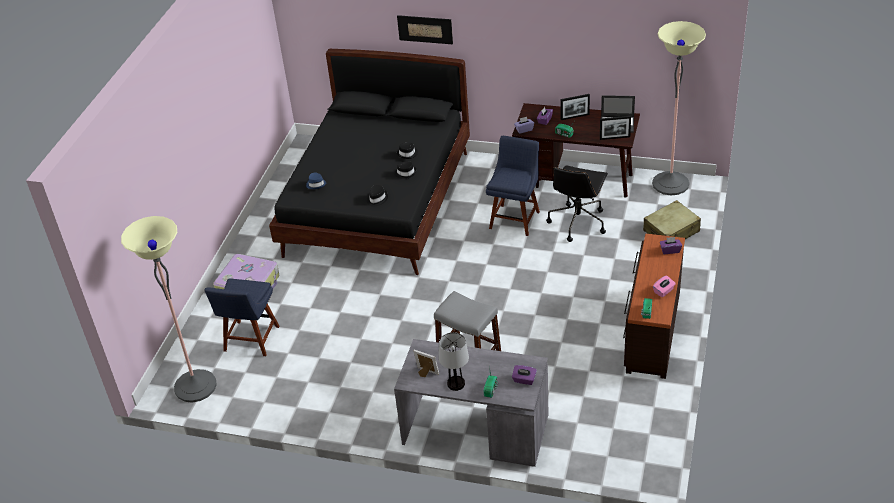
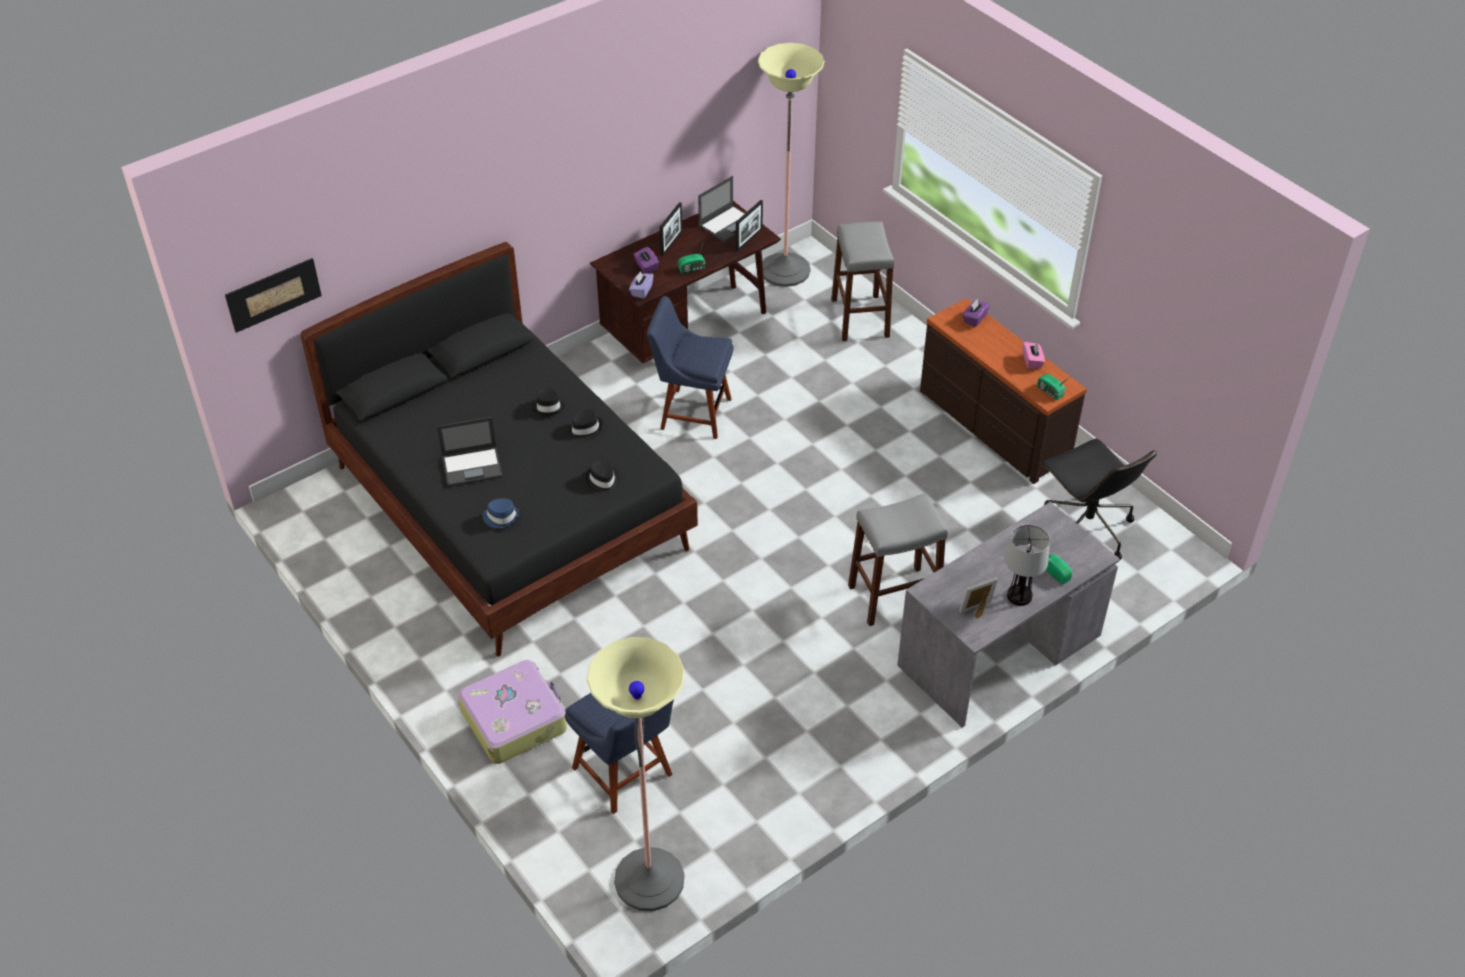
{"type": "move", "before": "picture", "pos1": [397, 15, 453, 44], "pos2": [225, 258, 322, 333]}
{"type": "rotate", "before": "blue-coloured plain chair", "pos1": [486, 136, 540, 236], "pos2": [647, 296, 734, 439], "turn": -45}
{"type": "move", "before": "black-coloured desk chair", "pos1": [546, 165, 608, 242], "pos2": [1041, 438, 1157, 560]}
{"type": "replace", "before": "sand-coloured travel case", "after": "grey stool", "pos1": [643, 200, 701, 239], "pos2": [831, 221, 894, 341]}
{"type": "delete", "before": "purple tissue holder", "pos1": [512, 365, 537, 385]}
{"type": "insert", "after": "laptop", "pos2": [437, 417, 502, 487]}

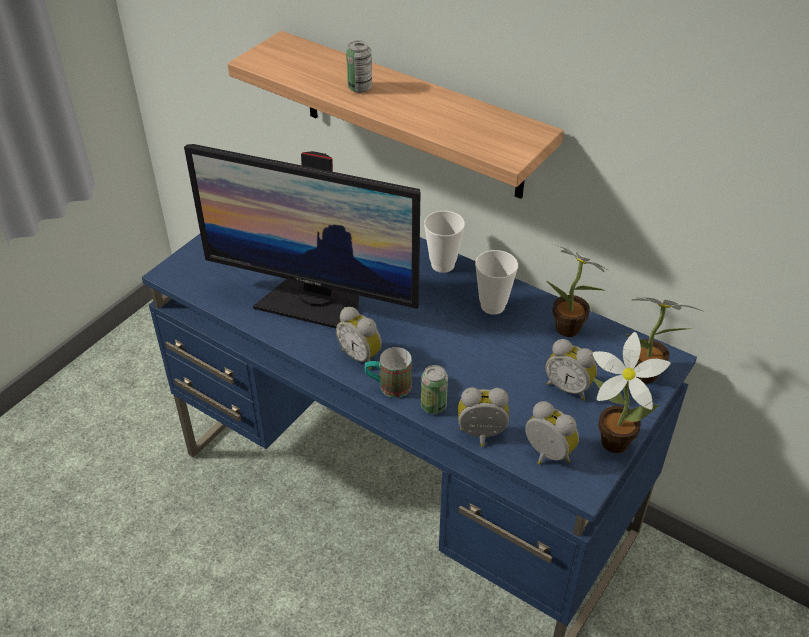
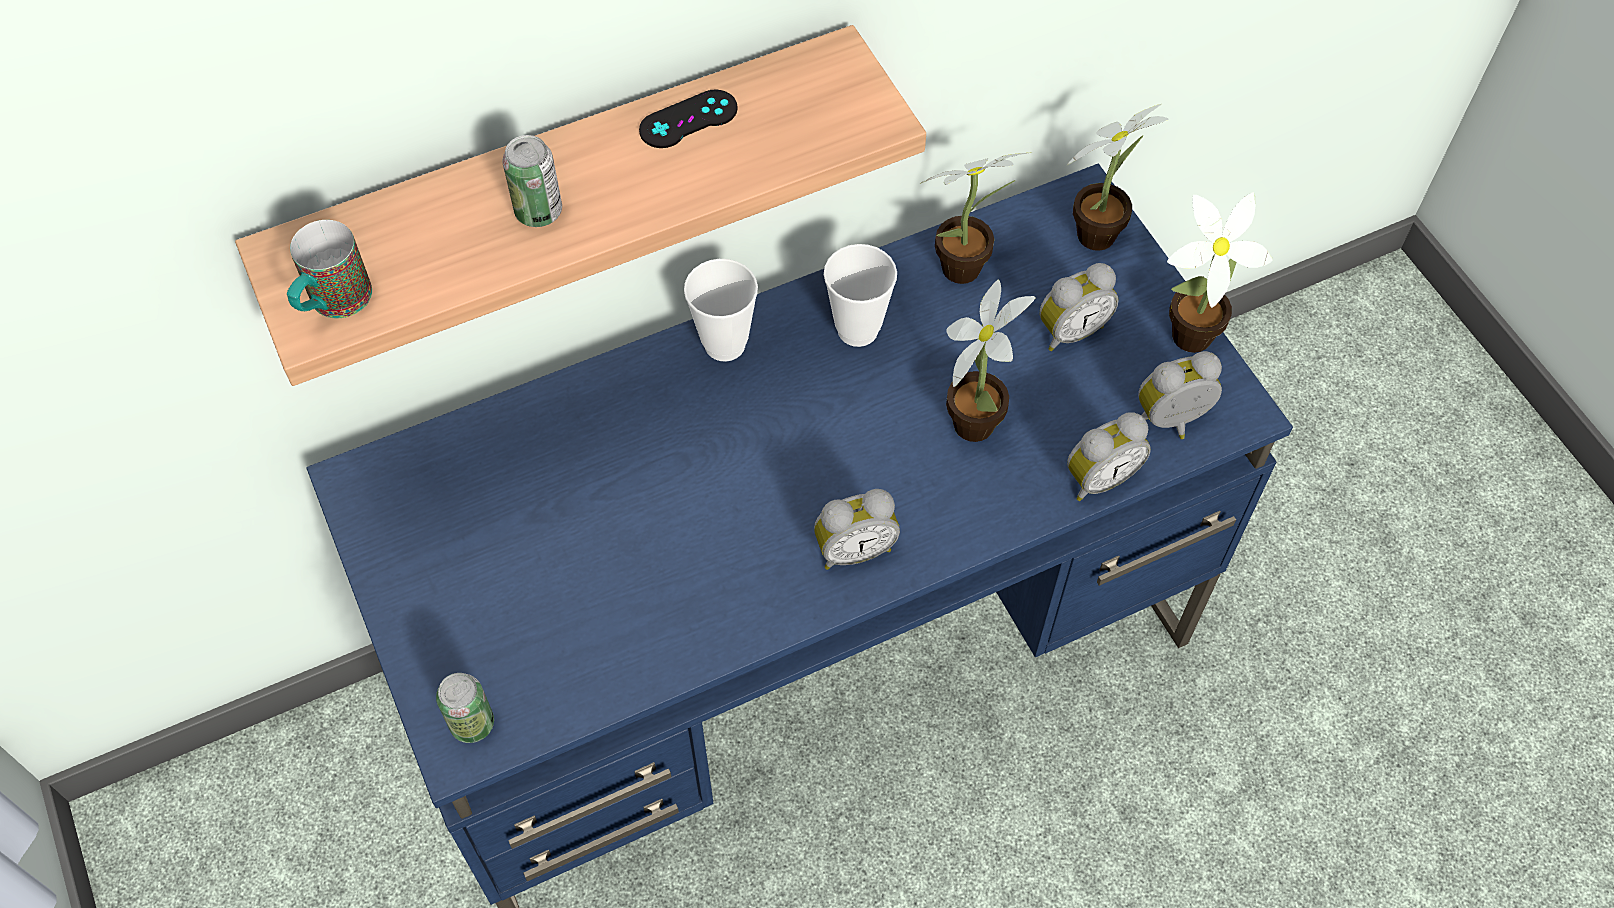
{"type": "delete", "before": "computer screen", "pos1": [184, 144, 420, 328]}
{"type": "move", "before": "tea mug", "pos1": [365, 347, 412, 398], "pos2": [287, 220, 372, 318]}
{"type": "move", "before": "sealed can", "pos1": [421, 365, 448, 414], "pos2": [436, 673, 494, 743]}
{"type": "rotate", "before": "table clock", "pos1": [458, 387, 509, 447], "pos2": [1067, 412, 1151, 501], "turn": -150}
{"type": "insert", "after": "black-coloured gamepad", "pos2": [639, 90, 738, 148]}
{"type": "insert", "after": "potted plant", "pos2": [946, 280, 1036, 442]}

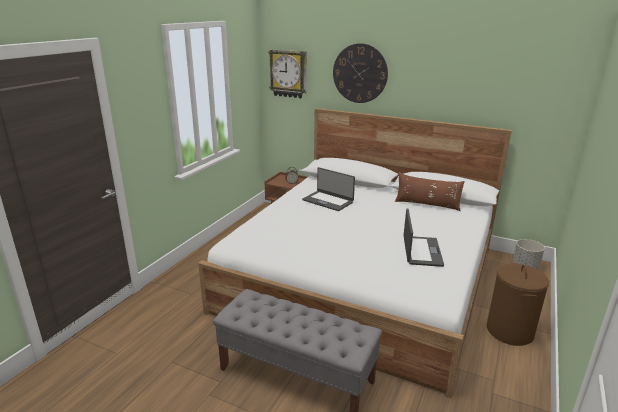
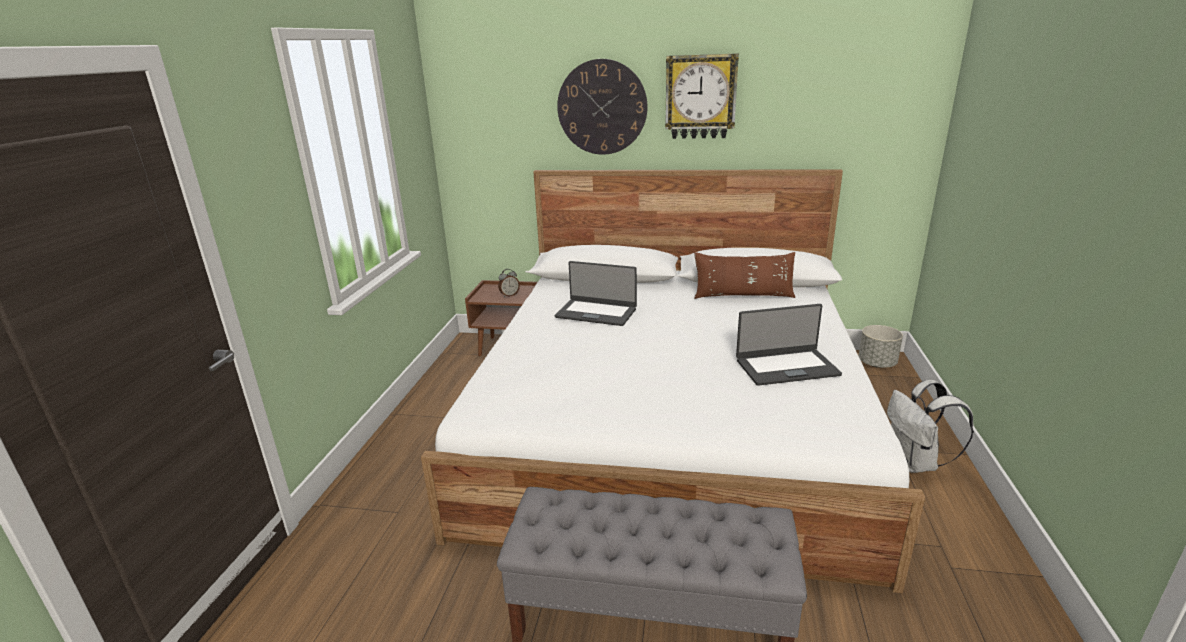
{"type": "move", "before": "hanging clock", "pos1": [269, 49, 306, 98], "pos2": [665, 54, 739, 139]}
{"type": "rotate", "before": "laptop", "pos1": [403, 209, 444, 267], "pos2": [736, 304, 842, 386], "turn": 90}
{"type": "replace", "before": "brown-coloured laundry basket", "after": "white backpack", "pos1": [487, 263, 549, 346], "pos2": [887, 380, 974, 473]}

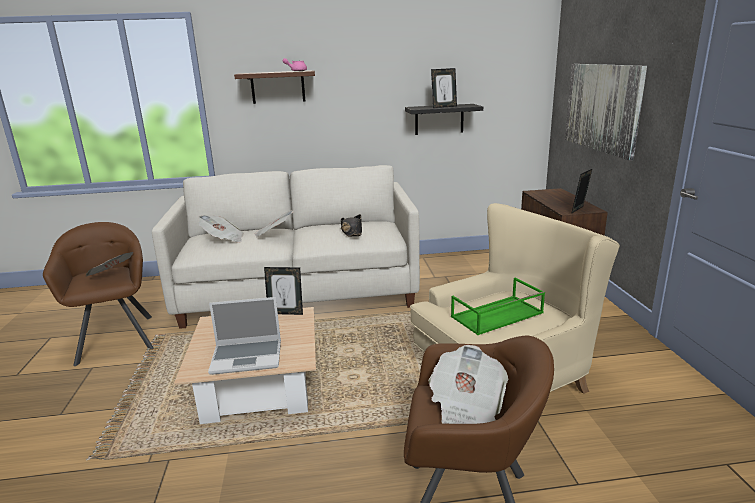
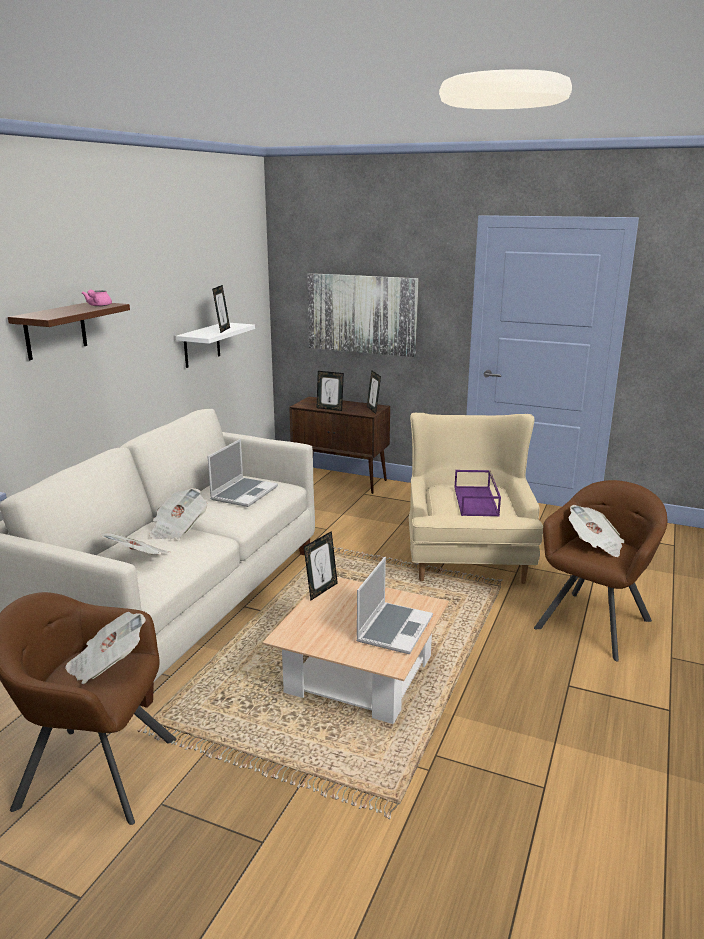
{"type": "recolor", "before": "black-coloured shelf", "after": "white shelf", "pos1": [405, 104, 483, 135], "pos2": [176, 323, 255, 368]}
{"type": "replace", "before": "black-coloured wearable hat", "after": "laptop", "pos1": [341, 214, 362, 237], "pos2": [208, 439, 278, 507]}
{"type": "recolor", "before": "greenish carrying tray", "after": "purple carrying tray", "pos1": [451, 278, 545, 335], "pos2": [454, 470, 501, 517]}
{"type": "insert", "after": "photo frame", "pos2": [317, 371, 344, 411]}

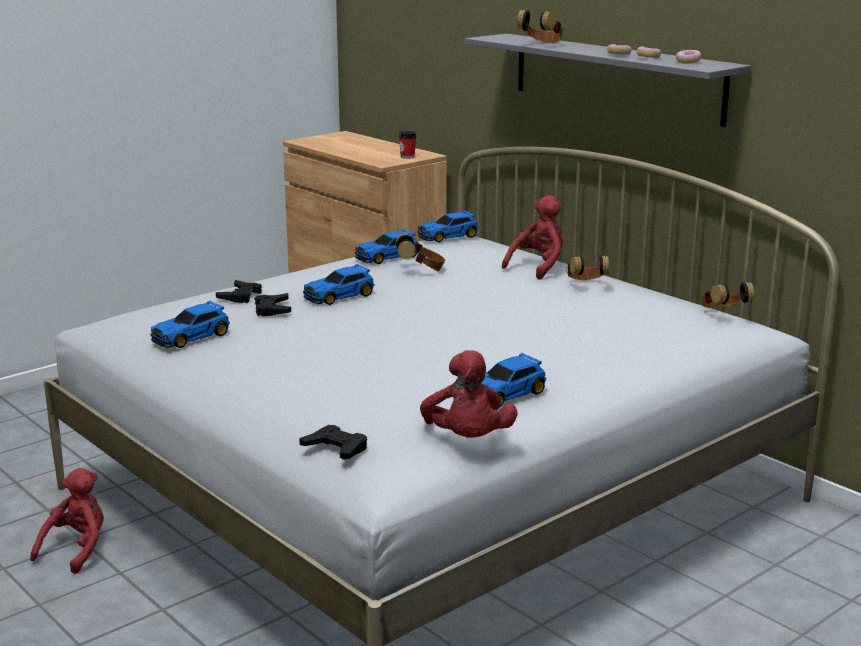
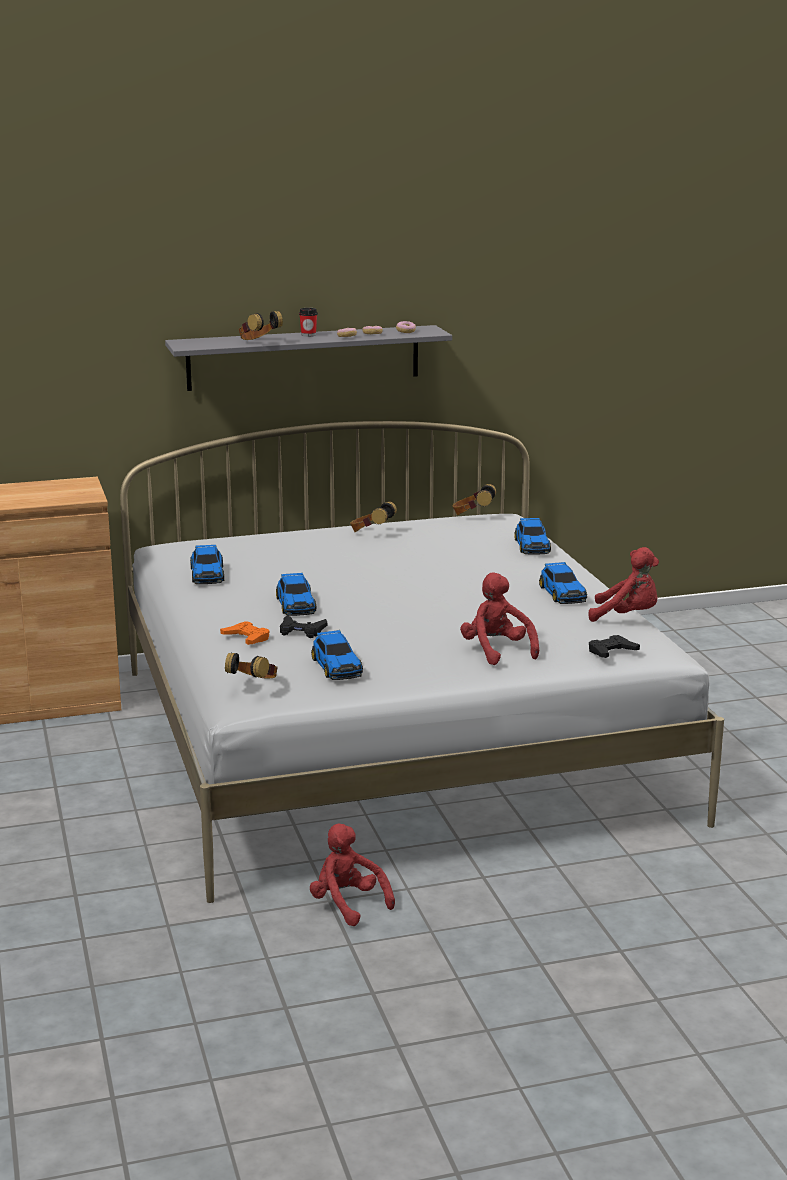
{"type": "move", "before": "cup", "pos1": [399, 131, 417, 159], "pos2": [299, 308, 318, 337]}
{"type": "move", "before": "reddish soft toy", "pos1": [502, 195, 563, 280], "pos2": [460, 573, 539, 665]}
{"type": "move", "before": "toy car", "pos1": [417, 210, 479, 243], "pos2": [514, 518, 551, 555]}
{"type": "move", "before": "headphones", "pos1": [396, 234, 445, 271], "pos2": [225, 653, 278, 678]}
{"type": "recolor", "before": "black-coloured gamepad", "after": "orange gamepad", "pos1": [216, 280, 262, 303], "pos2": [220, 621, 269, 645]}

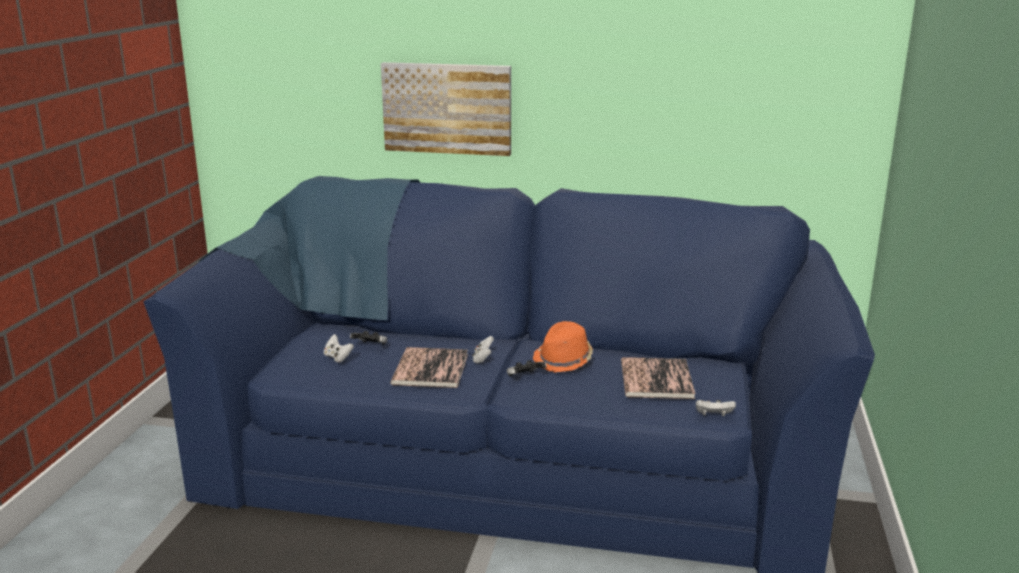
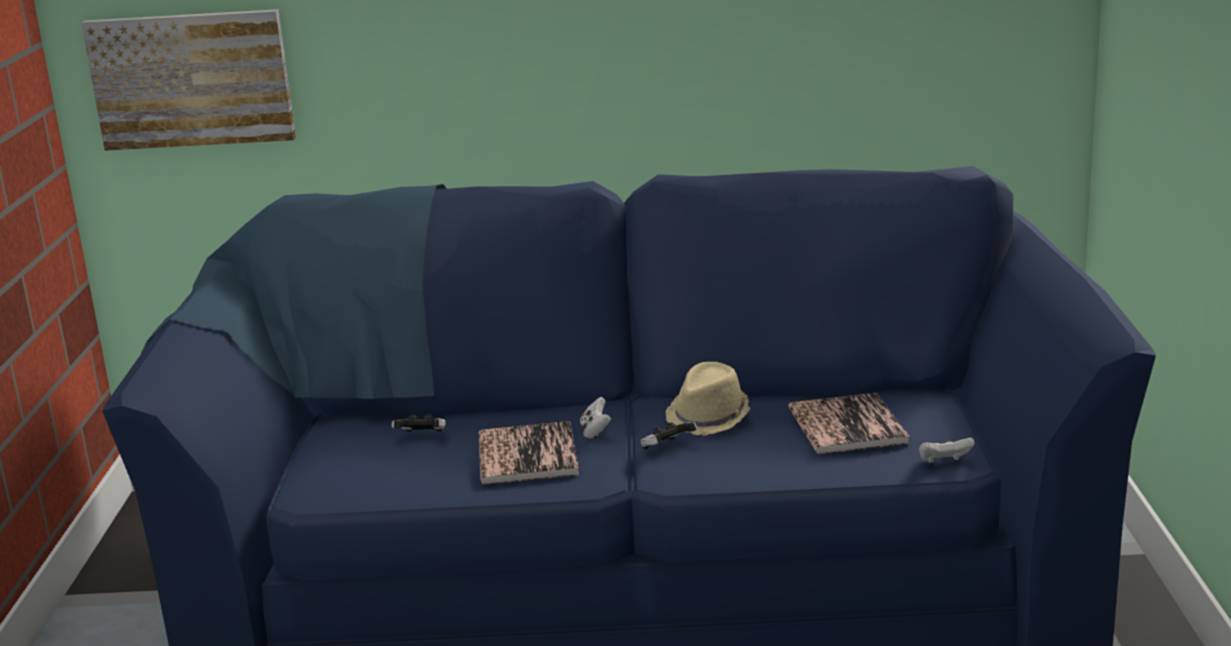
{"type": "move", "before": "picture", "pos1": [381, 62, 511, 156], "pos2": [81, 9, 296, 151]}
{"type": "recolor", "before": "orange wearable hat", "after": "sand-coloured wearable hat", "pos1": [533, 321, 593, 373], "pos2": [666, 362, 750, 436]}
{"type": "delete", "before": "white gamepad", "pos1": [324, 334, 354, 363]}

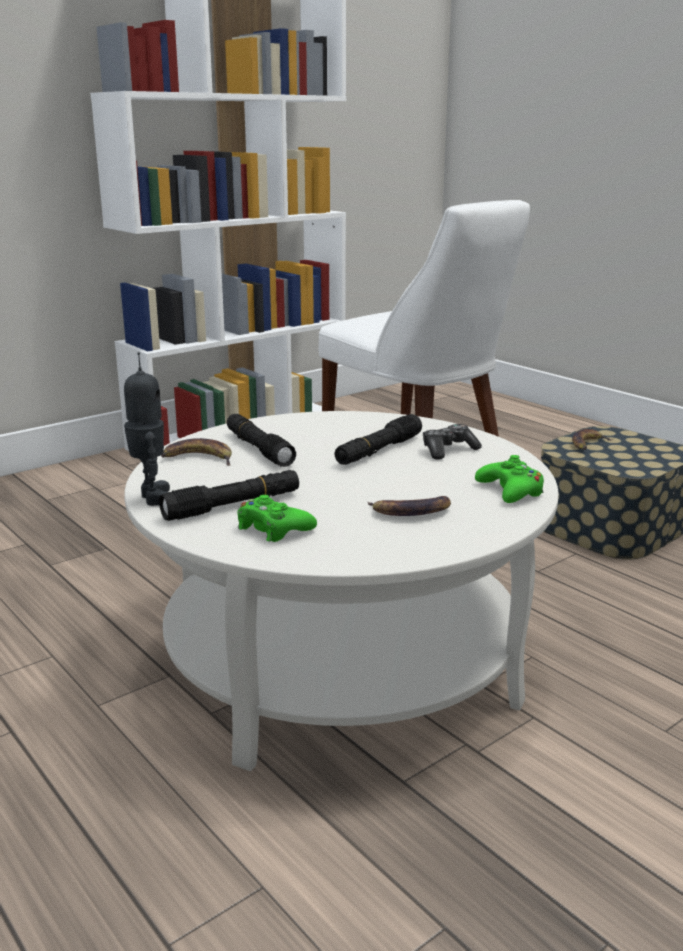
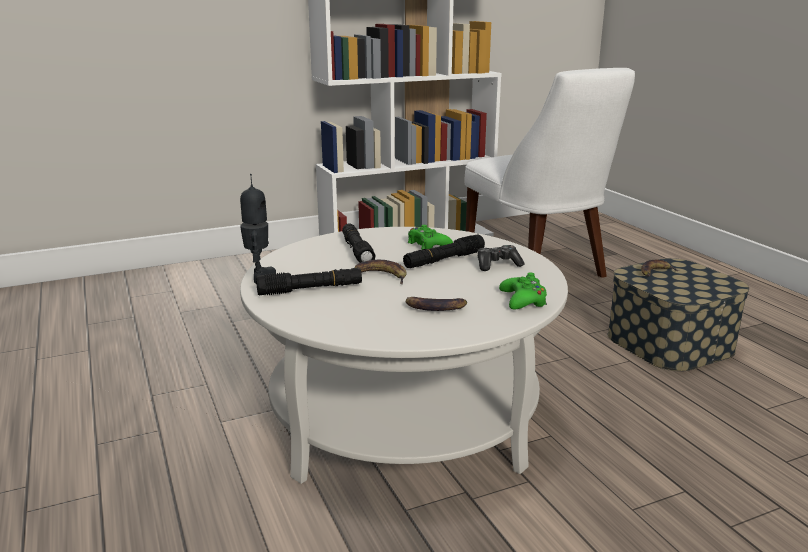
{"type": "move", "before": "whole banana", "pos1": [161, 438, 232, 466], "pos2": [354, 260, 407, 284]}
{"type": "move", "before": "greenish gamepad", "pos1": [237, 495, 317, 542], "pos2": [408, 225, 453, 250]}

